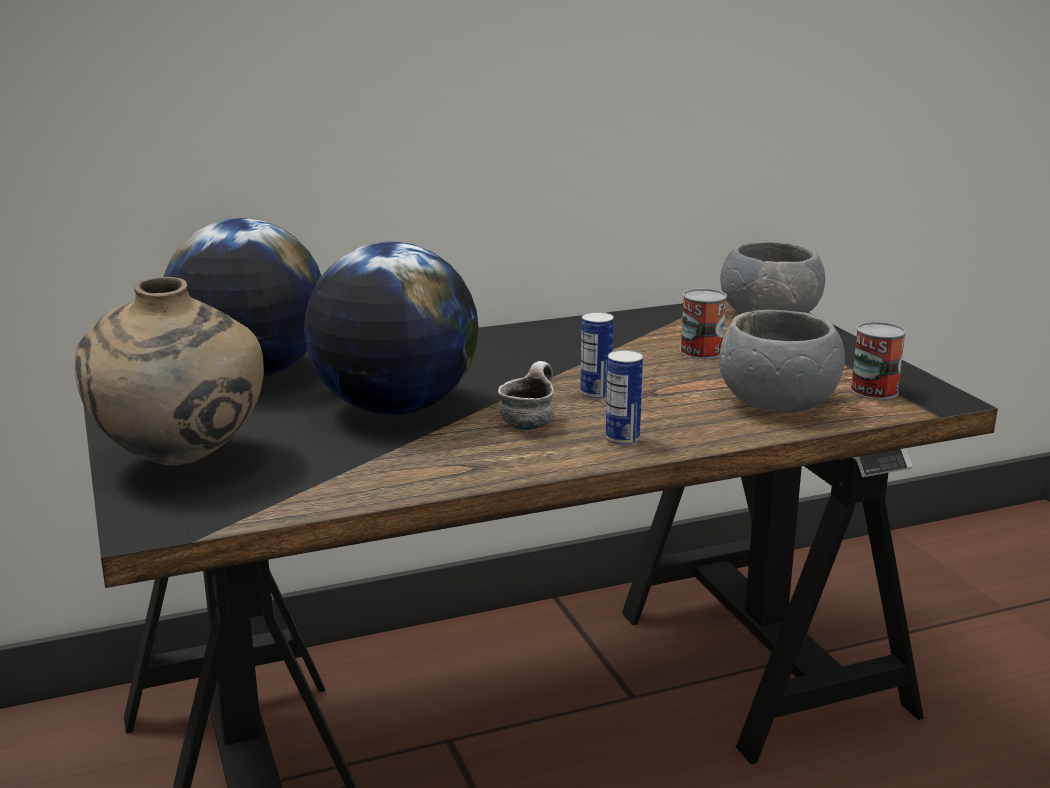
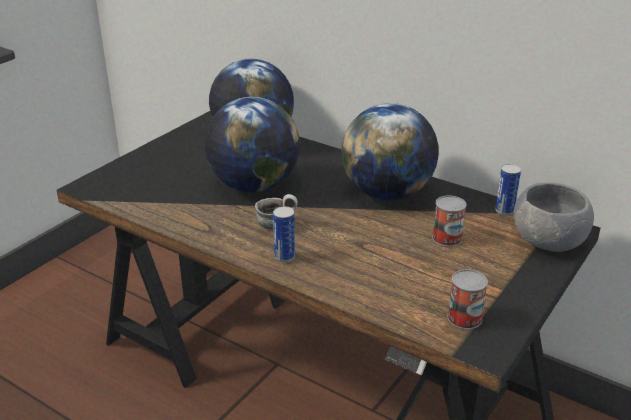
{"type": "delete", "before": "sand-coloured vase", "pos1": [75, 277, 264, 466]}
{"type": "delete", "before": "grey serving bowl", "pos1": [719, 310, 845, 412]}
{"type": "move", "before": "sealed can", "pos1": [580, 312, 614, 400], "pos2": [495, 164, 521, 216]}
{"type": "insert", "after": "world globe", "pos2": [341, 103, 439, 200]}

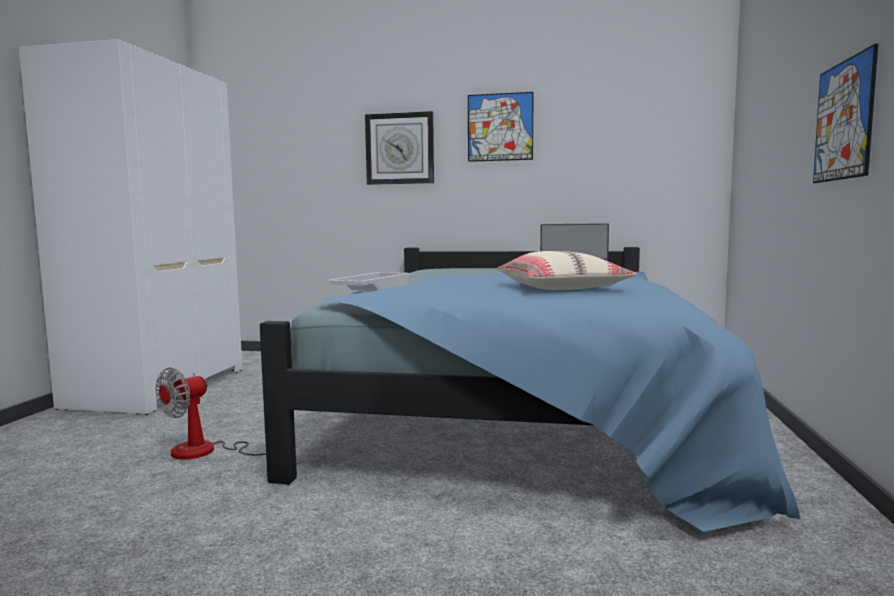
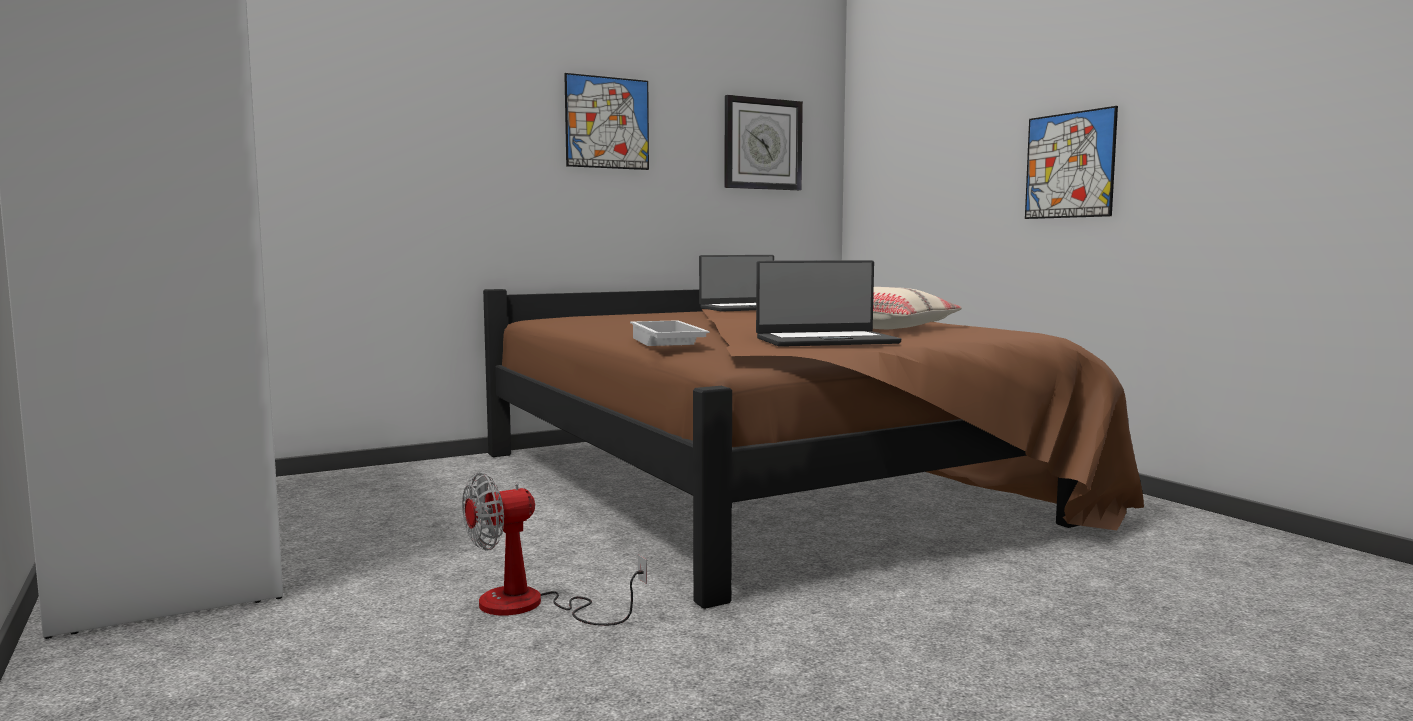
{"type": "move", "before": "hanging clock", "pos1": [365, 111, 434, 185], "pos2": [724, 95, 803, 190]}
{"type": "recolor", "before": "blue-coloured sleeping bed", "after": "brown-coloured sleeping bed", "pos1": [260, 247, 800, 532], "pos2": [483, 289, 1144, 609]}
{"type": "rotate", "before": "fan", "pos1": [156, 367, 266, 460], "pos2": [462, 472, 647, 626], "turn": 60}
{"type": "insert", "after": "laptop", "pos2": [756, 260, 901, 347]}

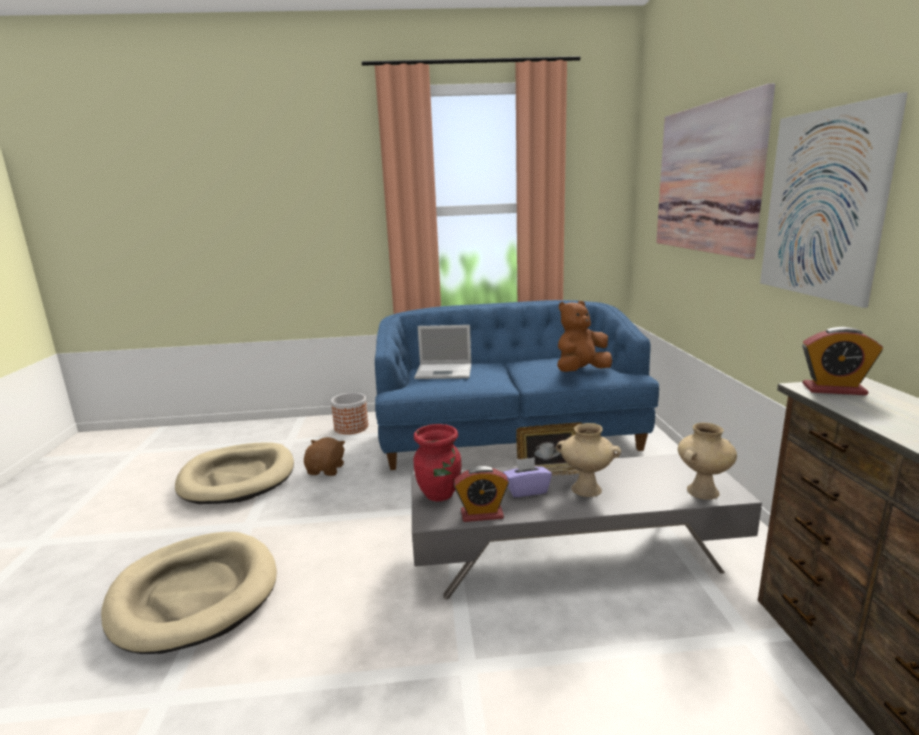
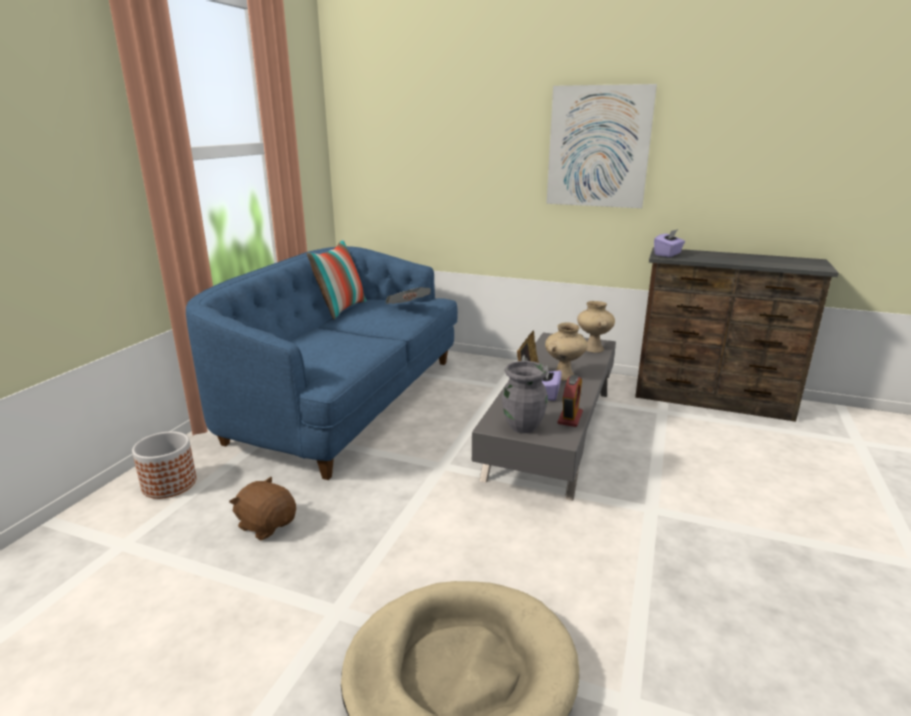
{"type": "delete", "before": "picture", "pos1": [656, 83, 775, 259]}
{"type": "replace", "before": "brown-coloured soft toy", "after": "newspaper", "pos1": [557, 301, 612, 372], "pos2": [385, 287, 431, 304]}
{"type": "delete", "before": "laptop", "pos1": [414, 325, 471, 379]}
{"type": "replace", "before": "table clock", "after": "purple tissue holder", "pos1": [802, 327, 883, 395], "pos2": [654, 229, 685, 257]}
{"type": "recolor", "before": "reddish vase", "after": "grey vase", "pos1": [414, 424, 461, 501], "pos2": [502, 361, 548, 433]}
{"type": "delete", "before": "sand-coloured pet bed", "pos1": [175, 442, 294, 504]}
{"type": "insert", "after": "cushion", "pos2": [307, 239, 367, 319]}

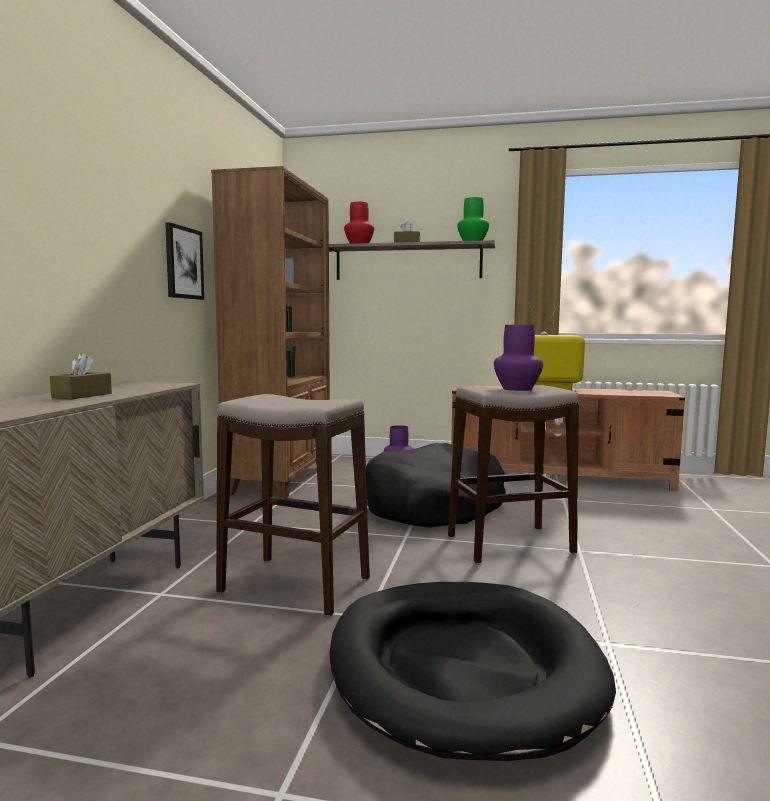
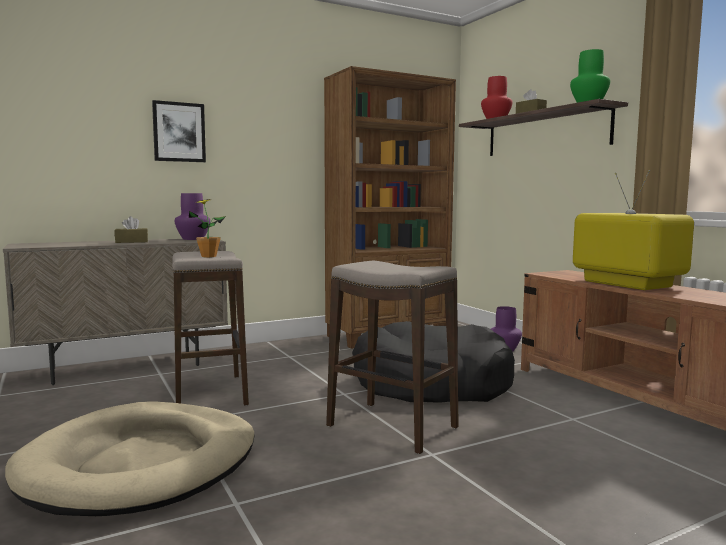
{"type": "move", "before": "picture", "pos1": [165, 222, 204, 300], "pos2": [152, 100, 206, 162]}
{"type": "move", "before": "purple vase", "pos1": [494, 325, 543, 391], "pos2": [175, 193, 210, 240]}
{"type": "recolor", "before": "black-coloured pet bed", "after": "sand-coloured pet bed", "pos1": [329, 582, 616, 761], "pos2": [5, 401, 255, 516]}
{"type": "insert", "after": "potted plant", "pos2": [189, 199, 226, 257]}

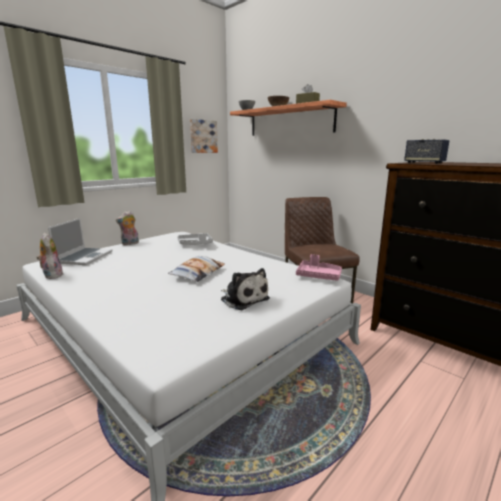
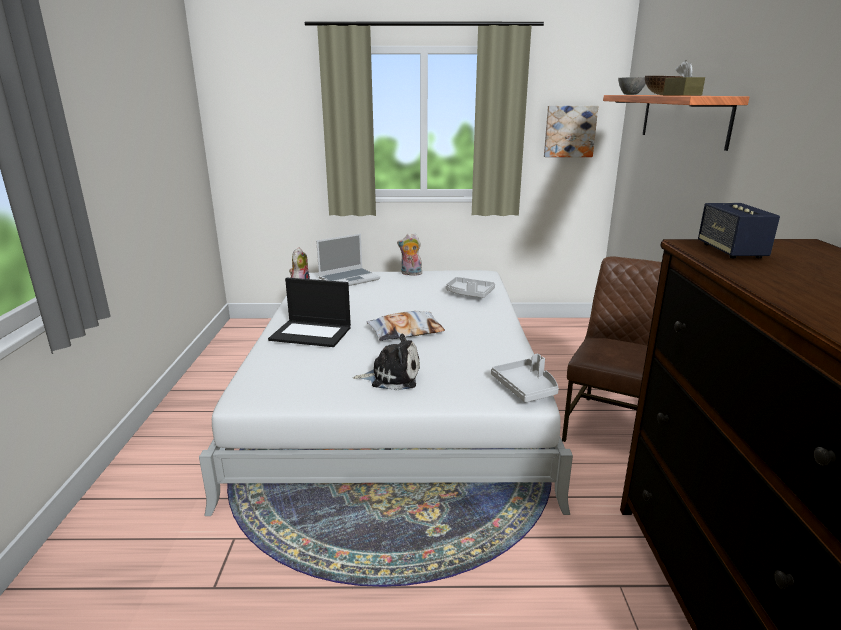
{"type": "recolor", "before": "pinkish carrying tray", "after": "grey carrying tray", "pos1": [296, 254, 342, 281], "pos2": [491, 354, 559, 402]}
{"type": "rotate", "before": "soft toy", "pos1": [221, 268, 270, 310], "pos2": [353, 334, 420, 391], "turn": -90}
{"type": "insert", "after": "laptop", "pos2": [268, 278, 351, 347]}

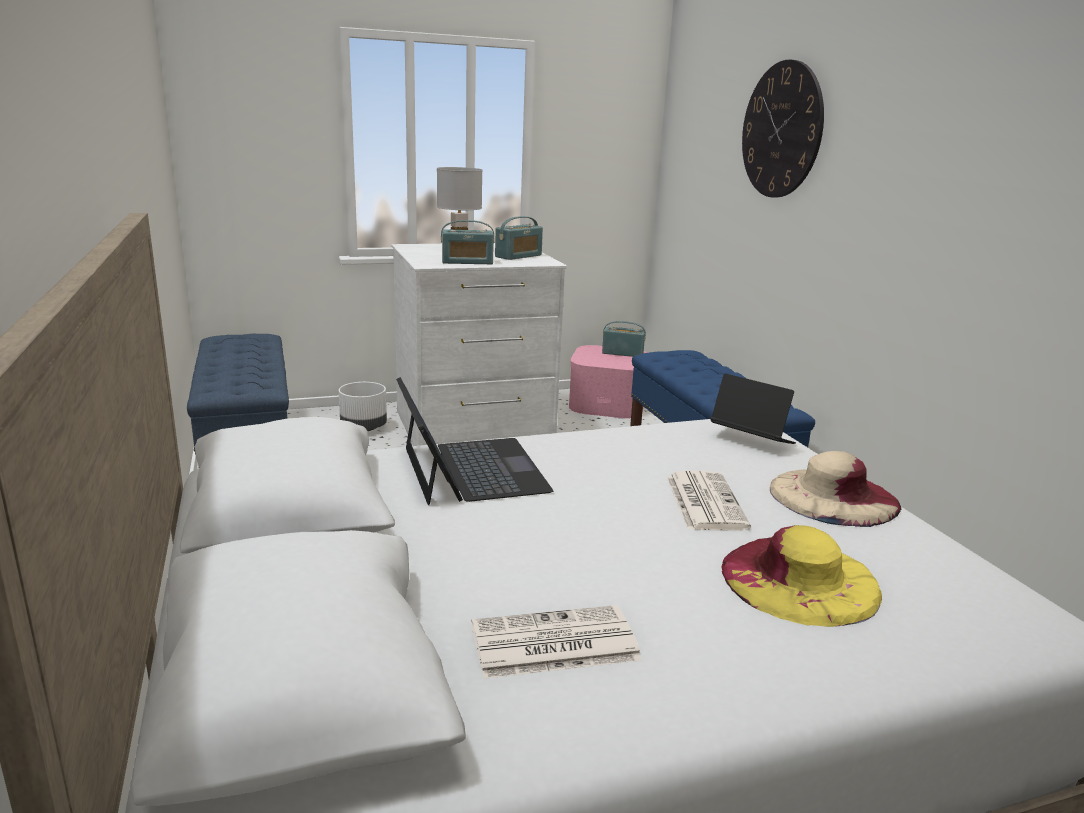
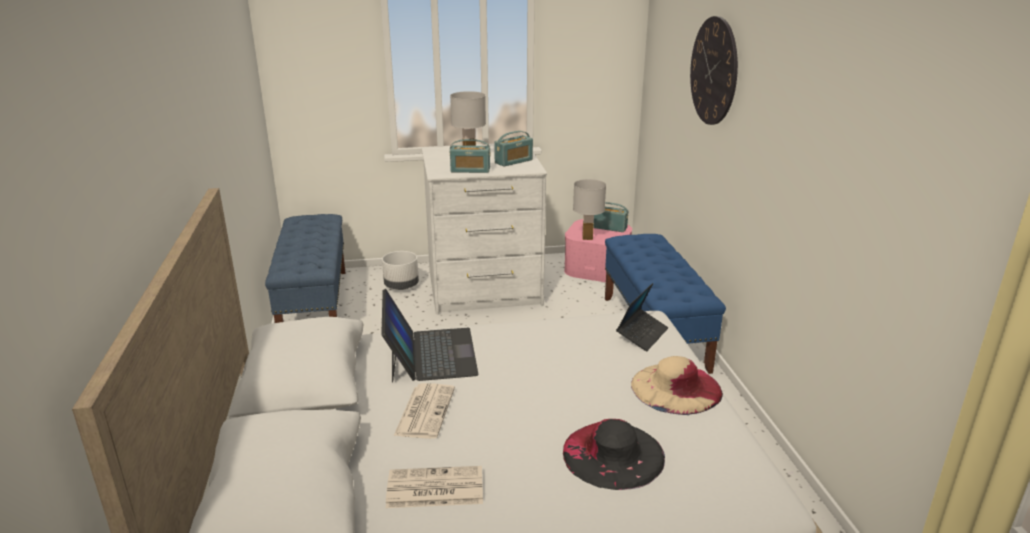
{"type": "rotate", "before": "laptop", "pos1": [711, 373, 796, 444], "pos2": [616, 283, 668, 351], "turn": 75}
{"type": "move", "before": "newspaper", "pos1": [667, 471, 751, 530], "pos2": [394, 383, 455, 439]}
{"type": "recolor", "before": "yellow-coloured wearable hat", "after": "black-coloured wearable hat", "pos1": [722, 525, 882, 627], "pos2": [563, 419, 665, 490]}
{"type": "insert", "after": "white tabletop lamp", "pos2": [573, 179, 606, 240]}

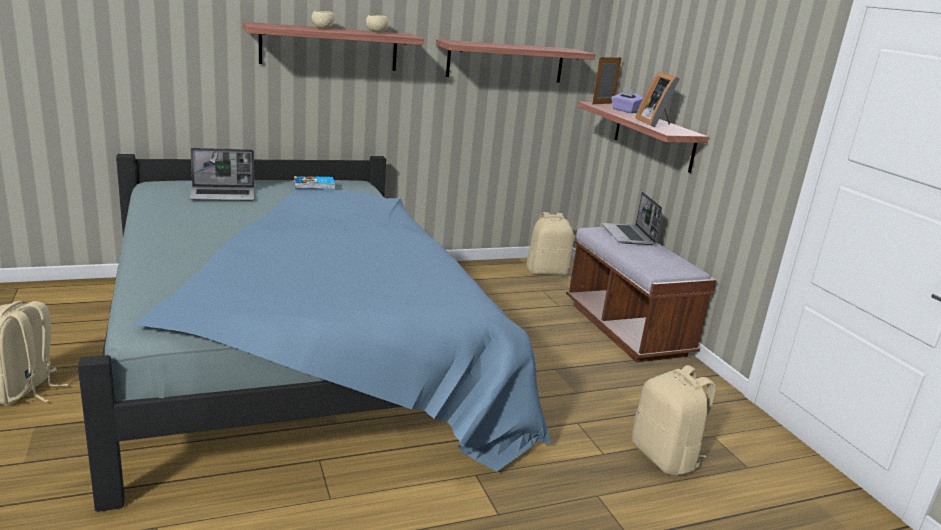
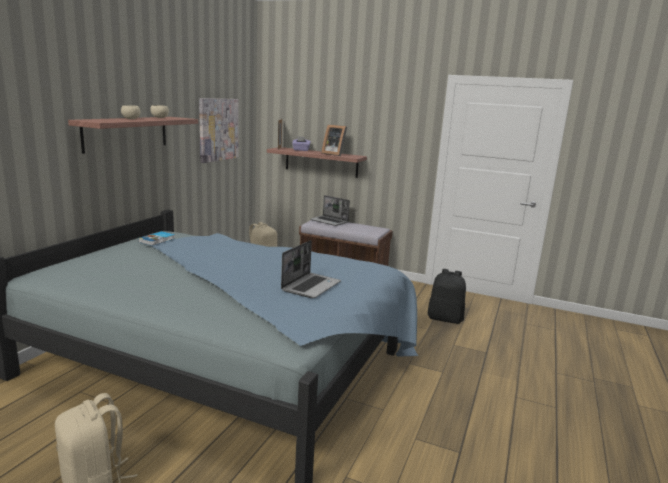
{"type": "replace", "before": "shelf", "after": "picture", "pos1": [436, 39, 595, 83], "pos2": [199, 98, 238, 163]}
{"type": "move", "before": "laptop", "pos1": [189, 148, 255, 201], "pos2": [281, 240, 341, 298]}
{"type": "recolor", "before": "sand-coloured backpack", "after": "black-coloured backpack", "pos1": [632, 365, 716, 476], "pos2": [428, 269, 466, 324]}

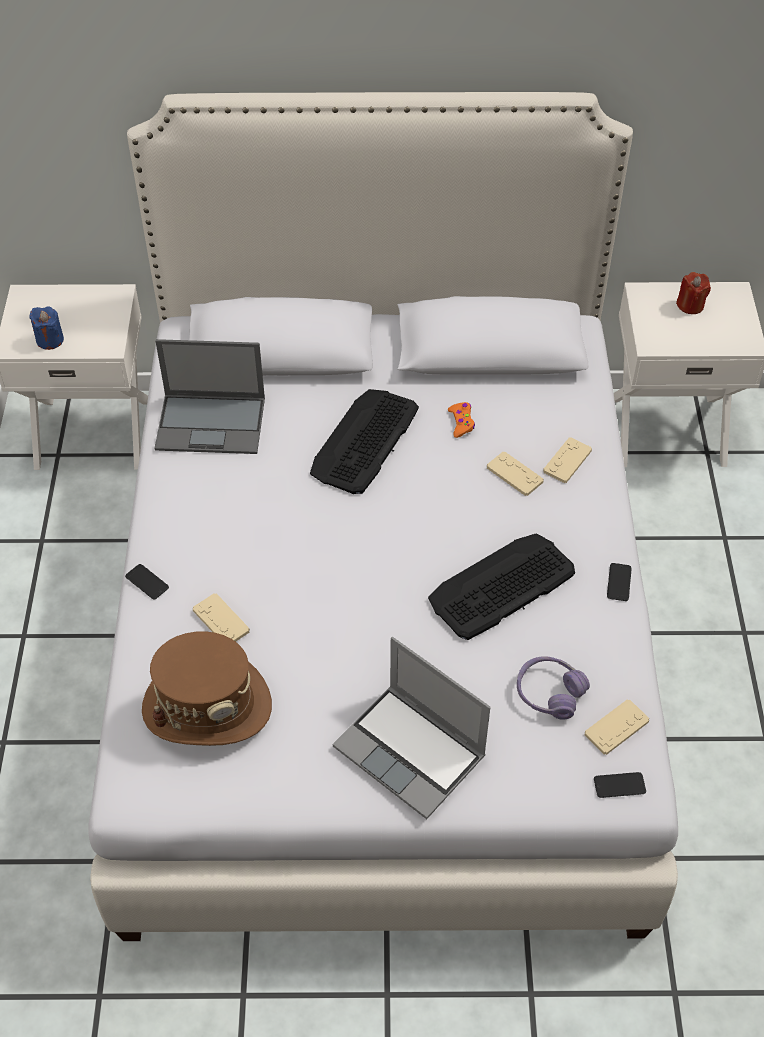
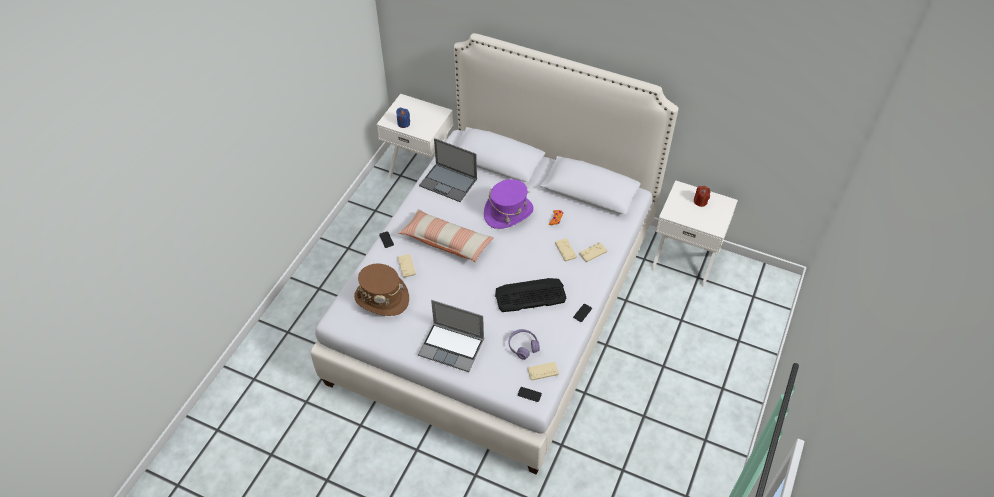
{"type": "replace", "before": "PC keyboard", "after": "purple wearable hat", "pos1": [310, 389, 419, 494], "pos2": [484, 179, 534, 229]}
{"type": "rotate", "before": "laptop", "pos1": [333, 637, 490, 819], "pos2": [418, 300, 484, 372], "turn": -45}
{"type": "insert", "after": "cushion", "pos2": [398, 209, 494, 262]}

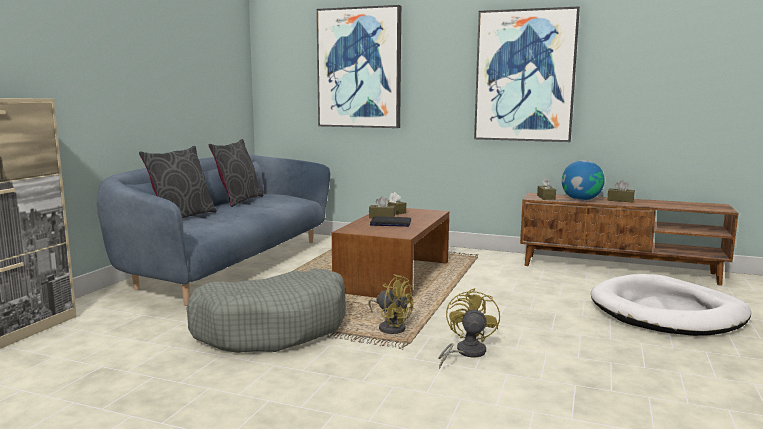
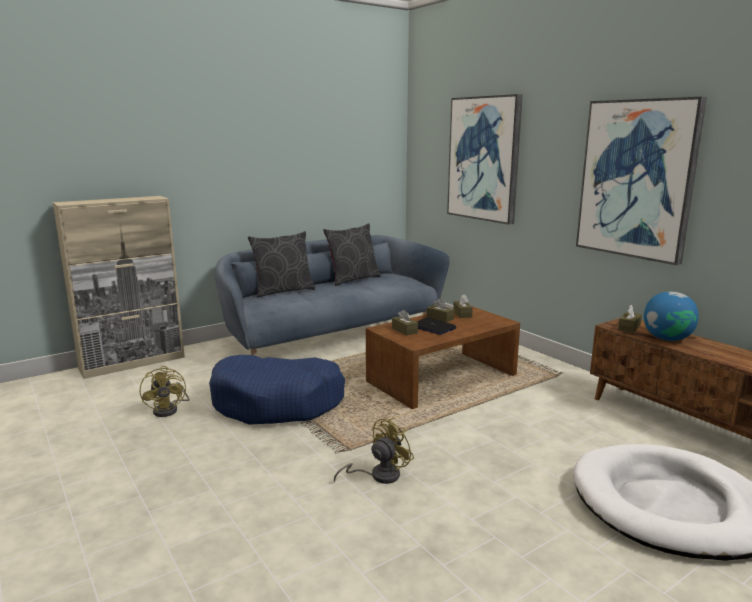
{"type": "move", "before": "brown-coloured tissue holder", "pos1": [608, 180, 635, 202], "pos2": [392, 310, 418, 336]}
{"type": "recolor", "before": "grey pet bed", "after": "blue-coloured pet bed", "pos1": [186, 268, 346, 353], "pos2": [209, 355, 345, 425]}
{"type": "move", "before": "yellow-coloured fan", "pos1": [368, 274, 413, 334], "pos2": [140, 366, 189, 417]}

